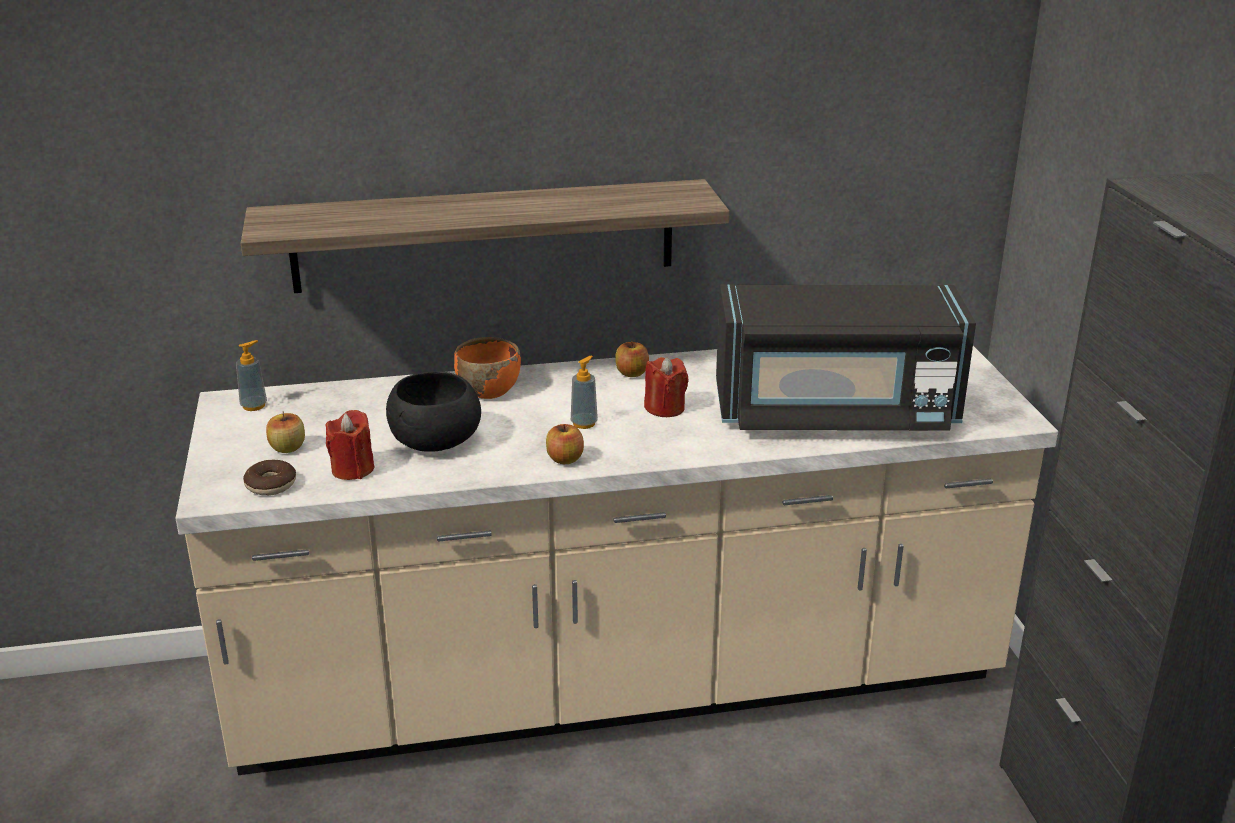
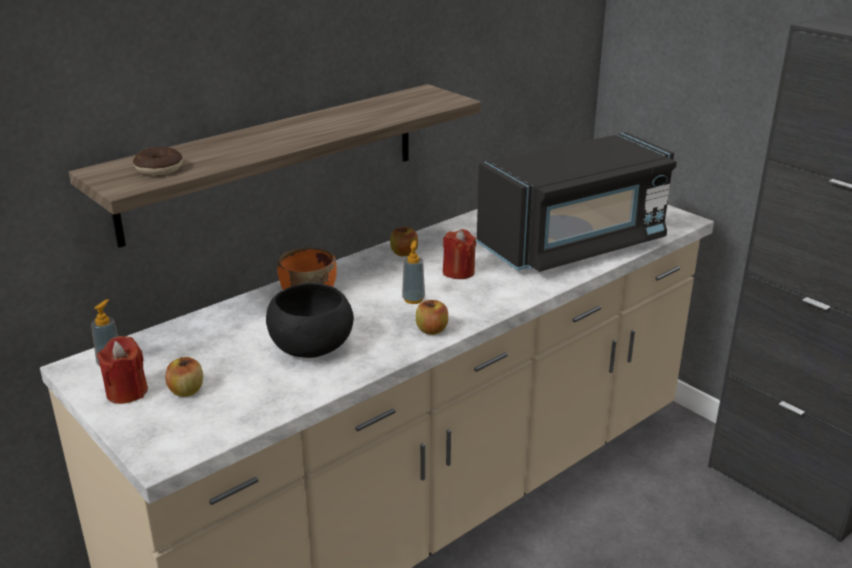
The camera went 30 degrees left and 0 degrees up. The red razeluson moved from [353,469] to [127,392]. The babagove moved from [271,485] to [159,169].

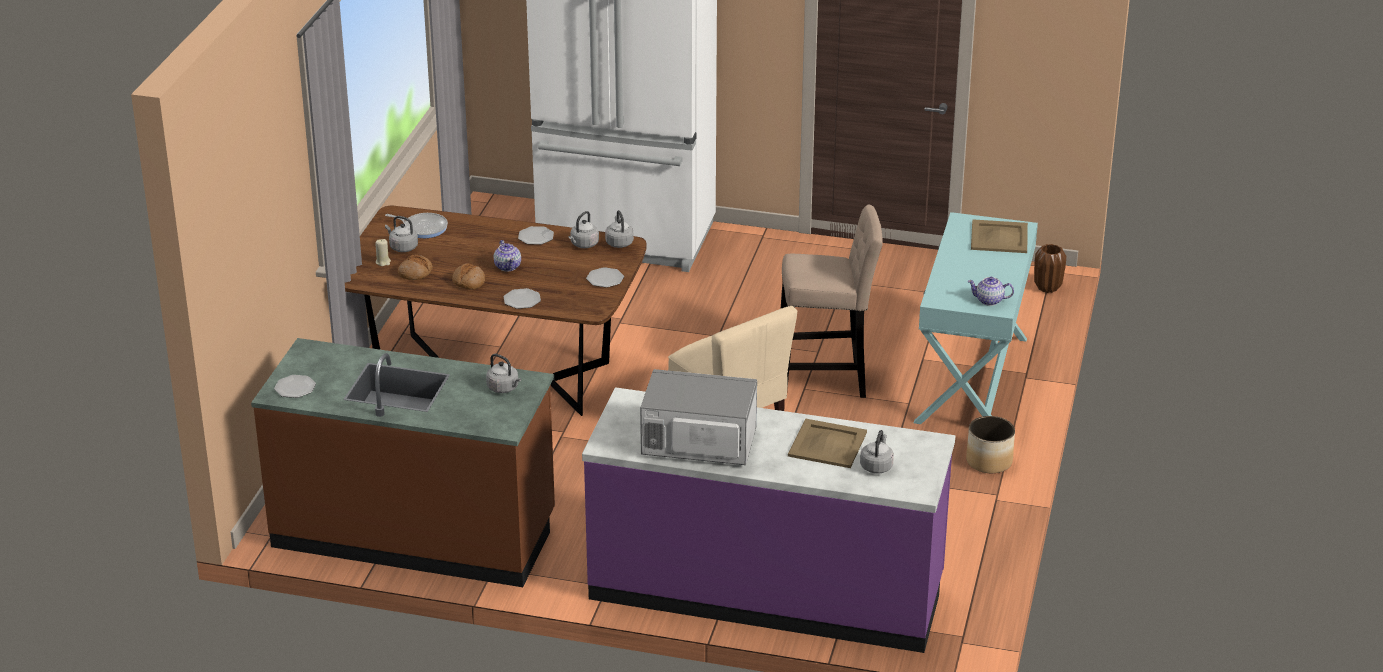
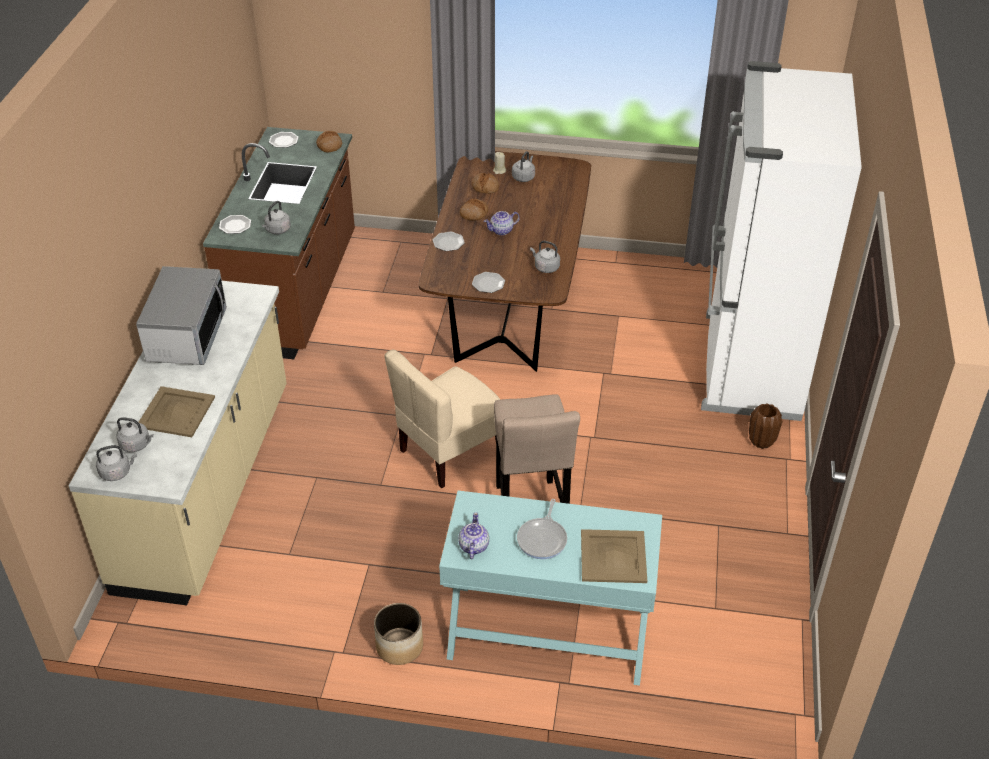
The camera went 85 degrees right and 10 degrees up. The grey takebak moved from [619,242] to [117,472]. The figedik moved from [423,228] to [543,539]. The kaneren moved from [536,237] to [235,226]. The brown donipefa moved from [1047,288] to [761,441]. The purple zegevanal at [766,590] became the beige zegevanal at [207,488]. The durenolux at [329,145] appeared.

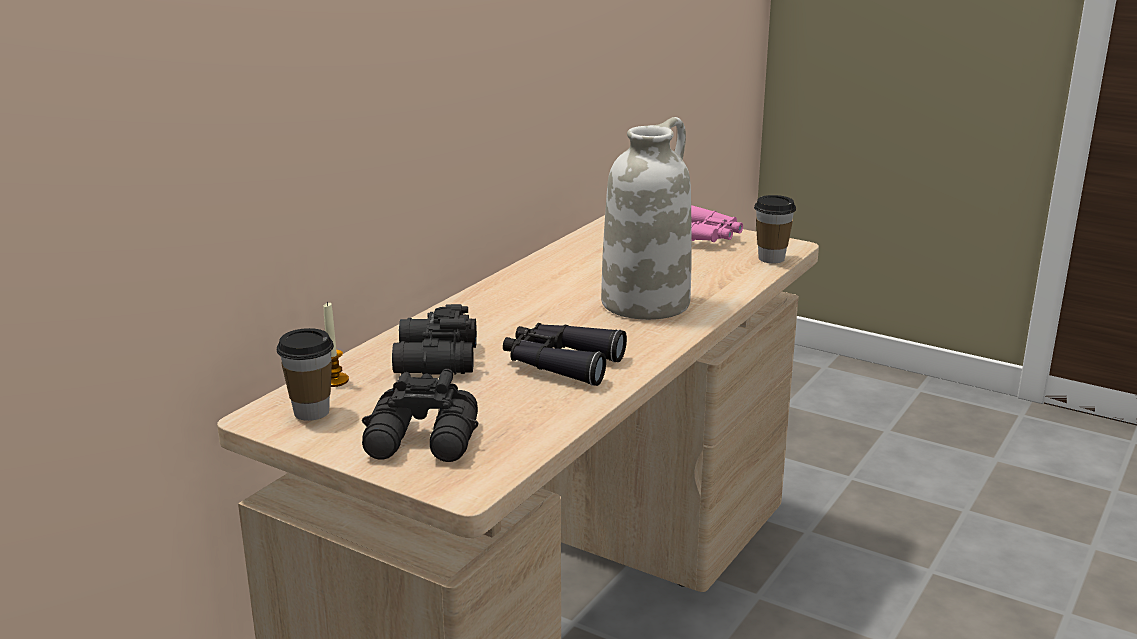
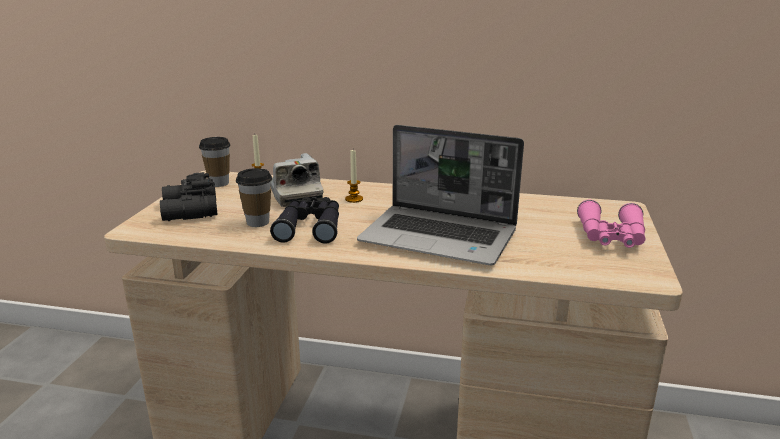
The camera went 70 degrees right and 0 degrees up. The white donipefa at [645,302] was replaced by the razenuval at [441,237]. The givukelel moved from [771,258] to [258,222]. The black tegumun at [433,361] was replaced by the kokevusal at [296,196]. The razeluson at [354,199] appeared.

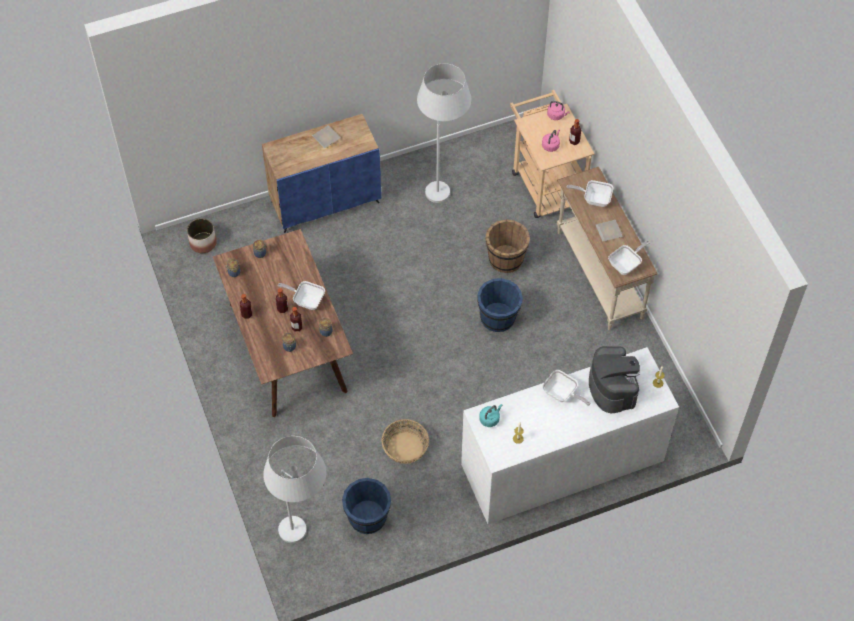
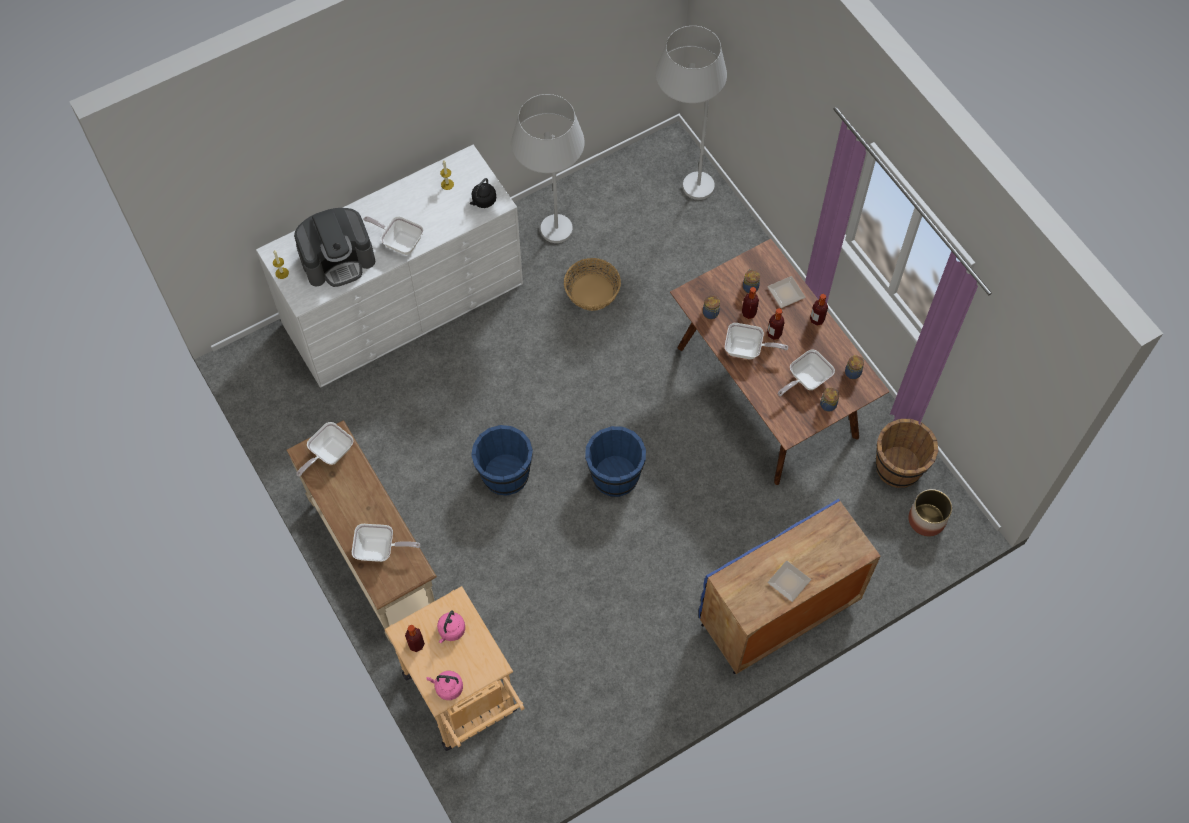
The camera went 170 degrees right and 5 degrees up. The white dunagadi moved from [442,182] to [552,244]. The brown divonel moved from [506,258] to [898,468]. The kaneren moved from [608,232] to [786,292]. The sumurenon at [612,387] turned 90 degrees counterclockwise. The turquoise takebak at [490,419] became the black takebak at [483,201]. The blue divonel moved from [367,518] to [615,475]. The figedik at [805,380] appeared.

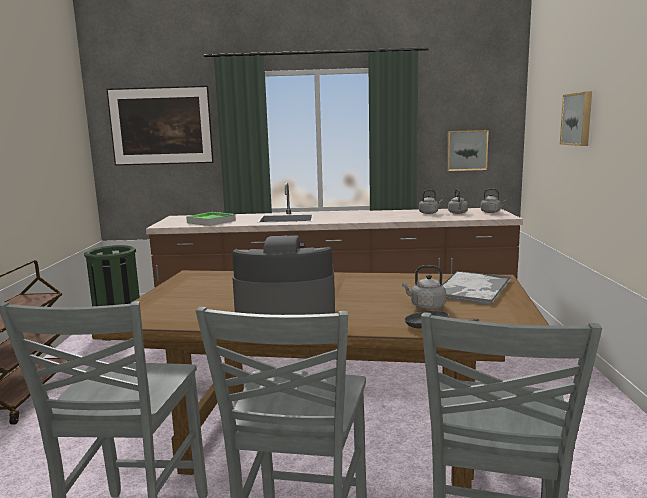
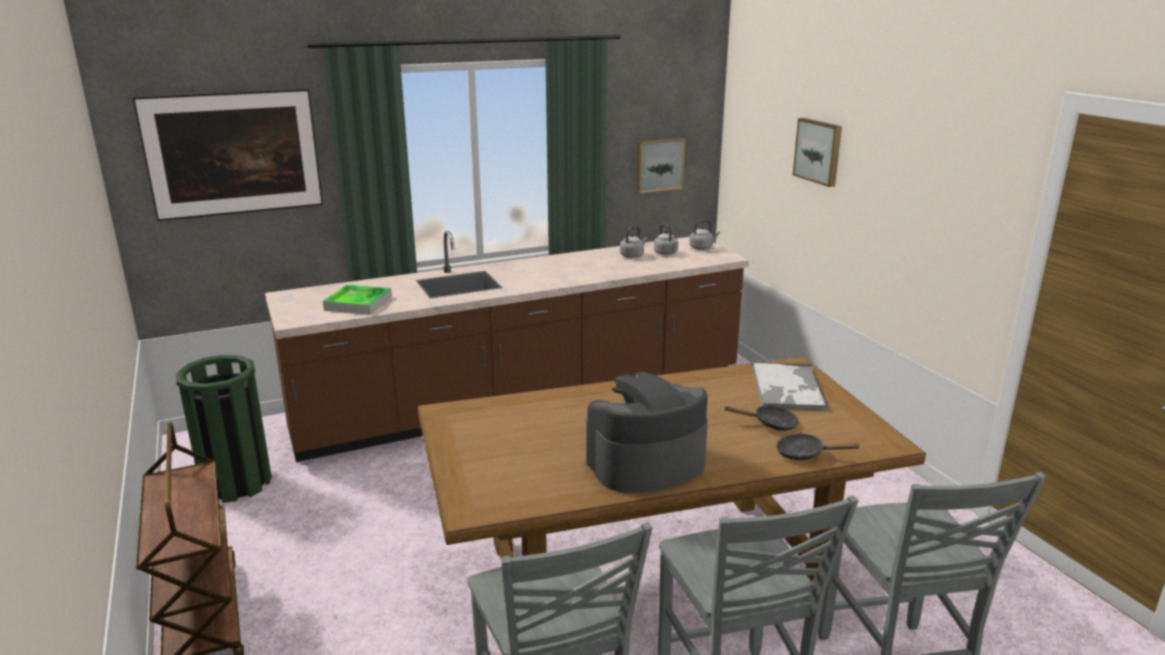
The camera went 25 degrees left and 10 degrees up. The grey takebak at [426,306] was replaced by the black figedik at [770,424].

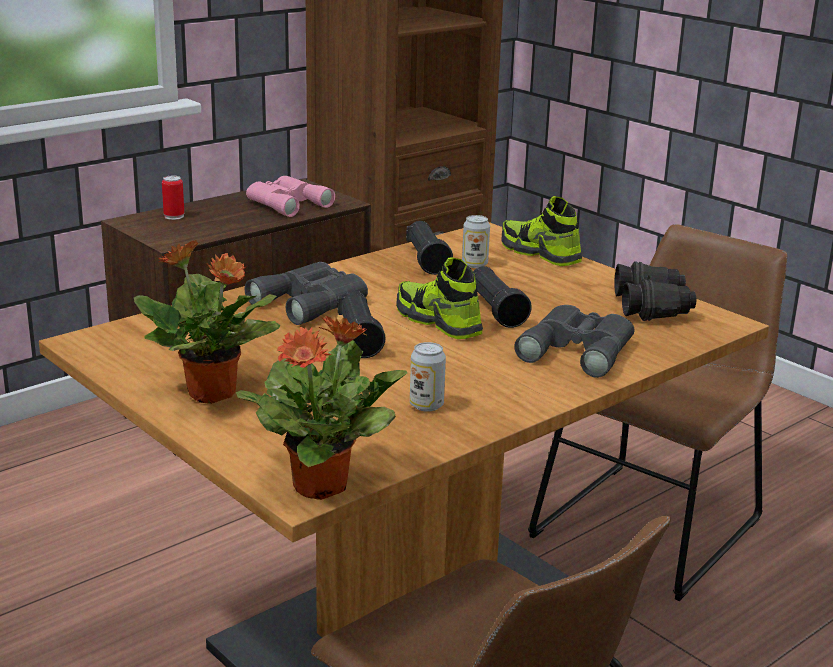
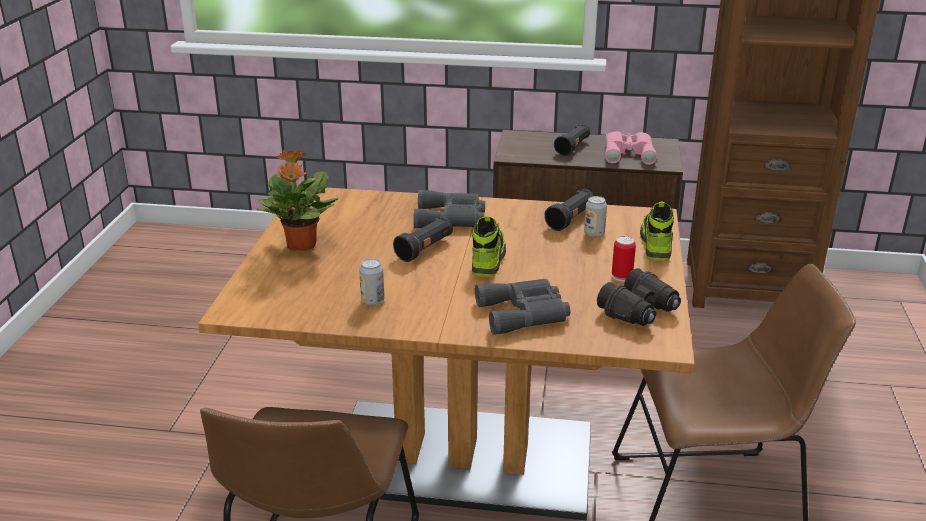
The camera went 50 degrees right and 5 degrees up. The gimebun moved from [174,216] to [622,276]. The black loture moved from [496,311] to [572,147]. The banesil at [322,485] disappeared.

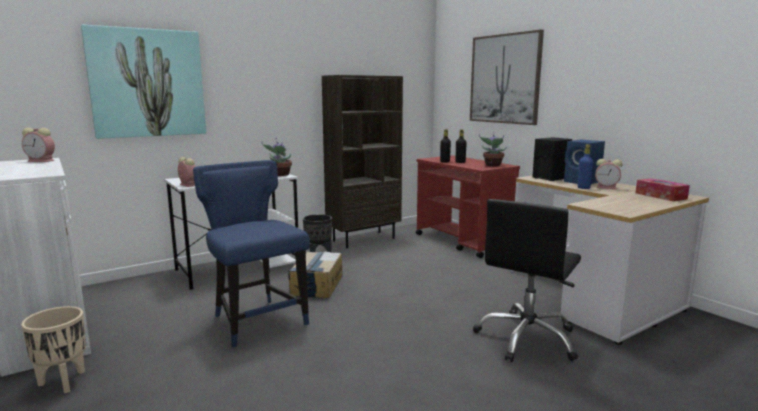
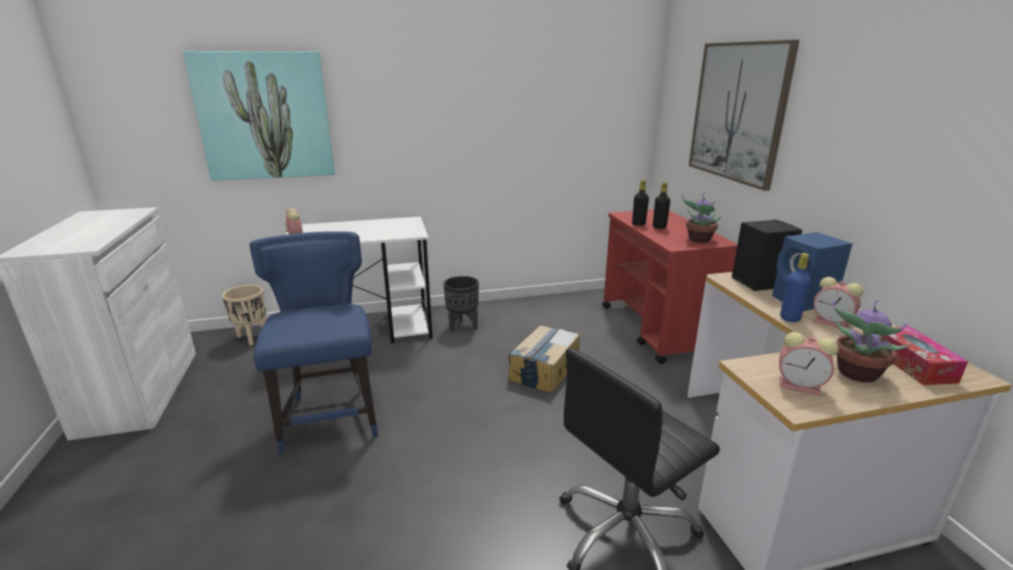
The camera went 20 degrees right and 10 degrees up. The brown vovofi at [364,239] disappeared. The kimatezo moved from [42,161] to [801,386]. The banesil moved from [279,175] to [856,374]. The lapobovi moved from [317,285] to [544,369]. The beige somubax moved from [64,382] to [252,337].

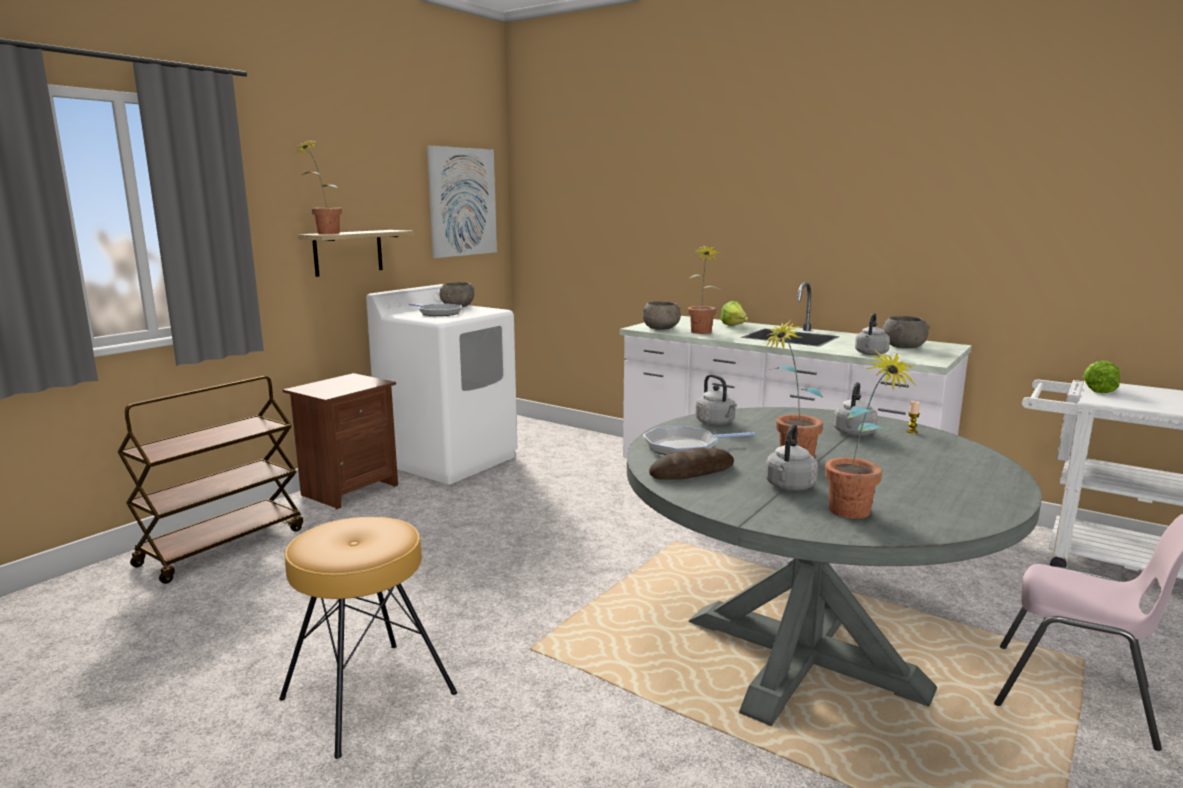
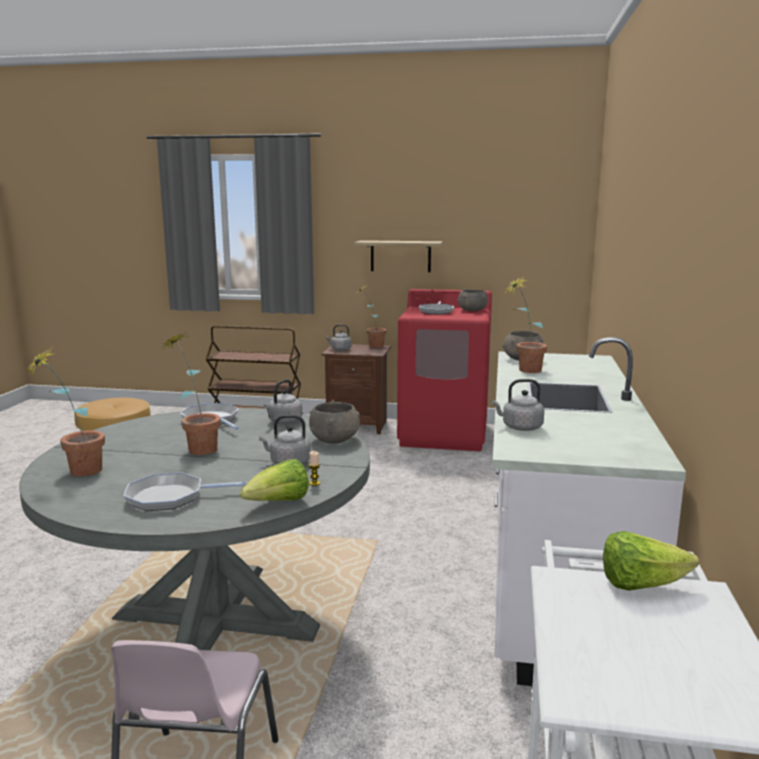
The camera went 65 degrees right and 0 degrees up. The banesil moved from [323,233] to [371,346]. The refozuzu at [463,202] disappeared. The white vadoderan at [449,460] became the red vadoderan at [444,435]. The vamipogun moved from [735,327] to [279,503]. The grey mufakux moved from [903,346] to [335,439]. The grey takebak moved from [789,487] to [339,349]. The durenolux at [692,471] disappeared. The figedik at [170,497] appeared.

